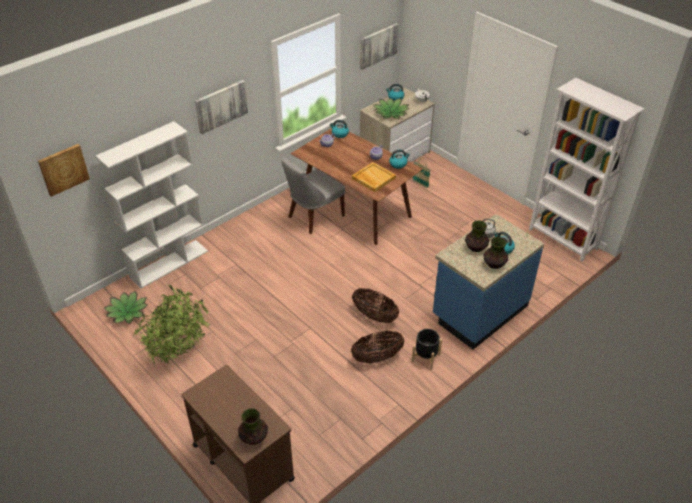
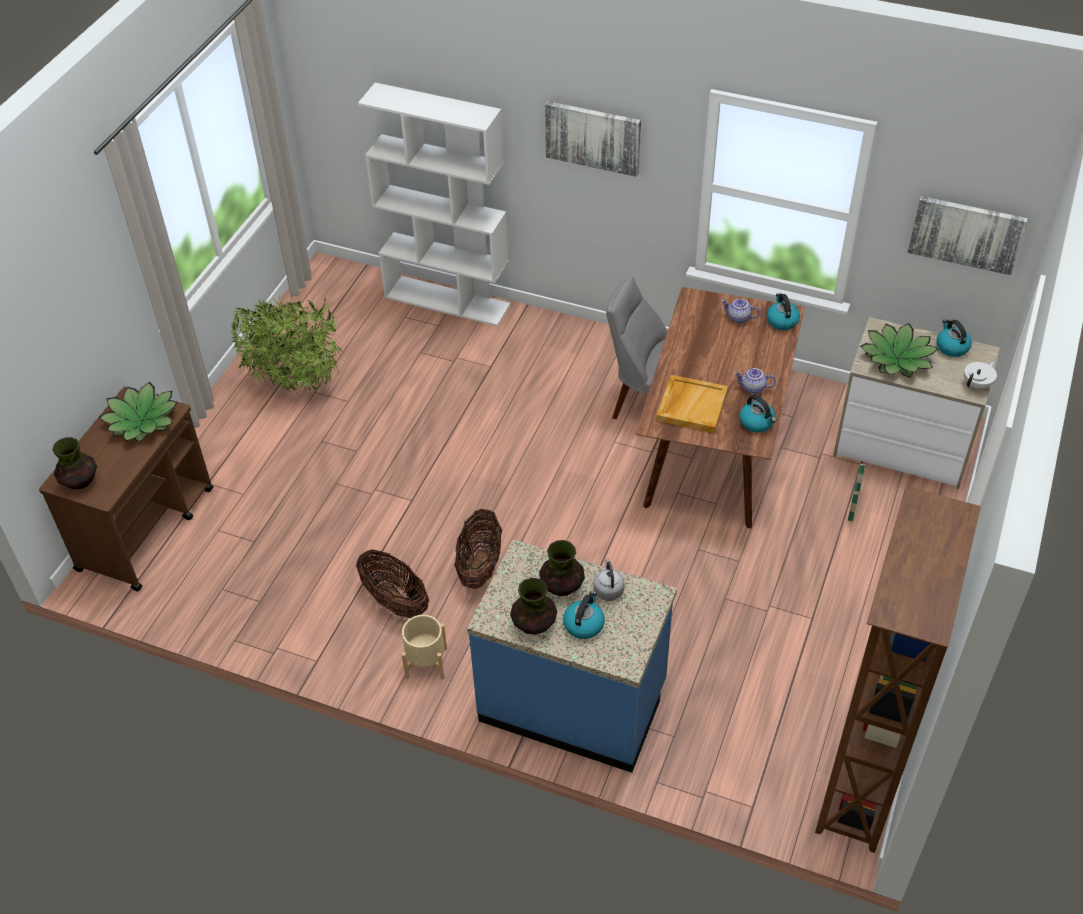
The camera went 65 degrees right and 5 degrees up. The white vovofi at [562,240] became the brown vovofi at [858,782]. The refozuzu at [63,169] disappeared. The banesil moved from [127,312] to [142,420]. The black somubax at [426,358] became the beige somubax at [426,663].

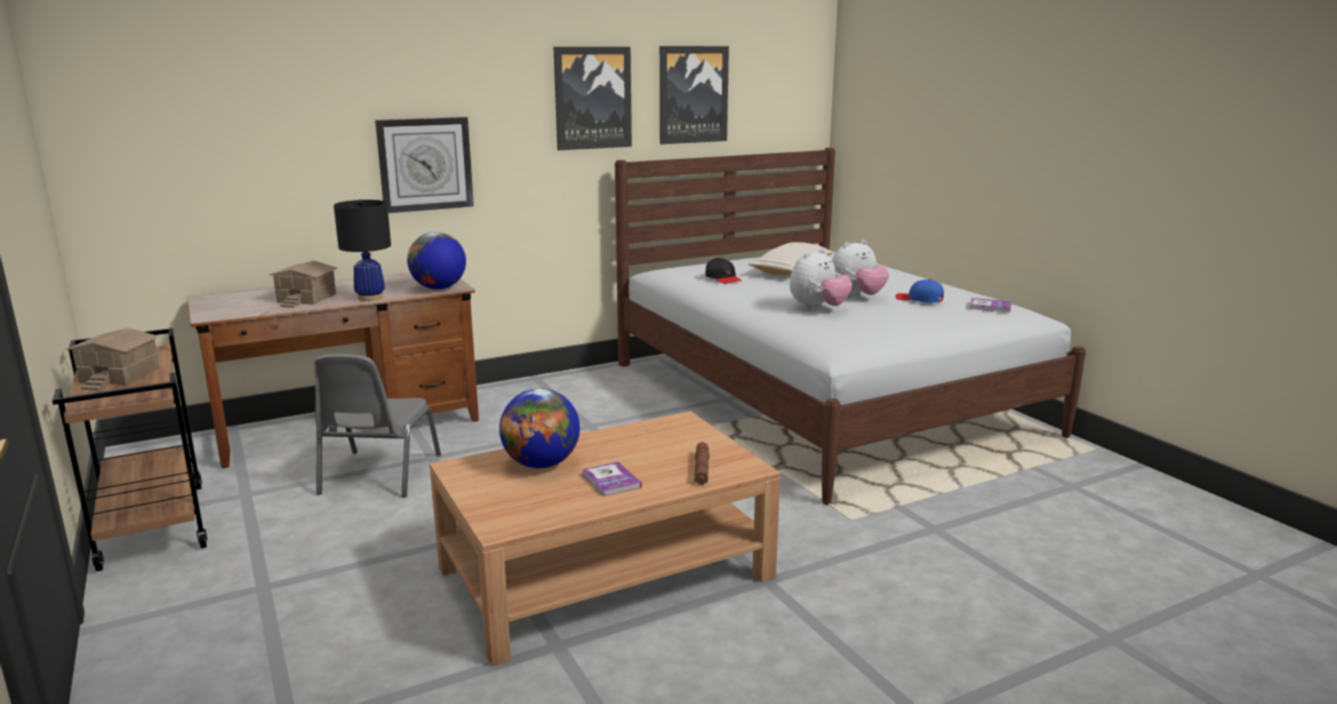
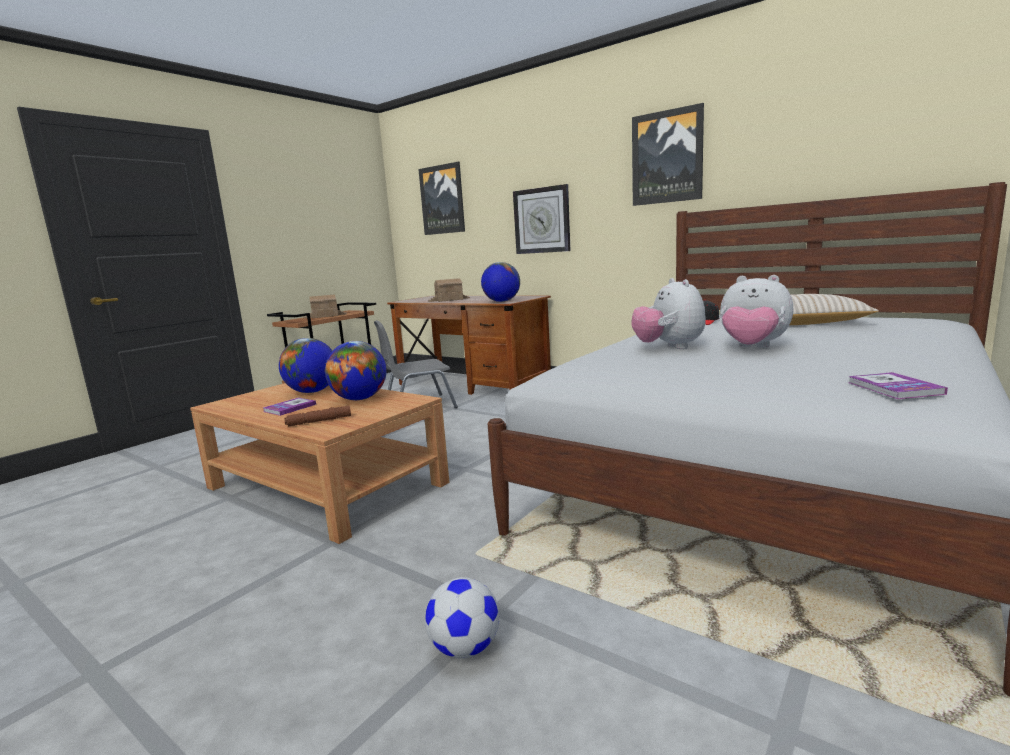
The camera went 65 degrees right and 5 degrees down. The refozuzu moved from [693,94] to [442,199]. The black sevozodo at [370,297] disappeared. The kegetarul at [818,308] turned 60 degrees clockwise. The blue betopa at [919,299] disappeared. The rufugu at [359,399] appeared. The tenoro at [465,648] appeared.

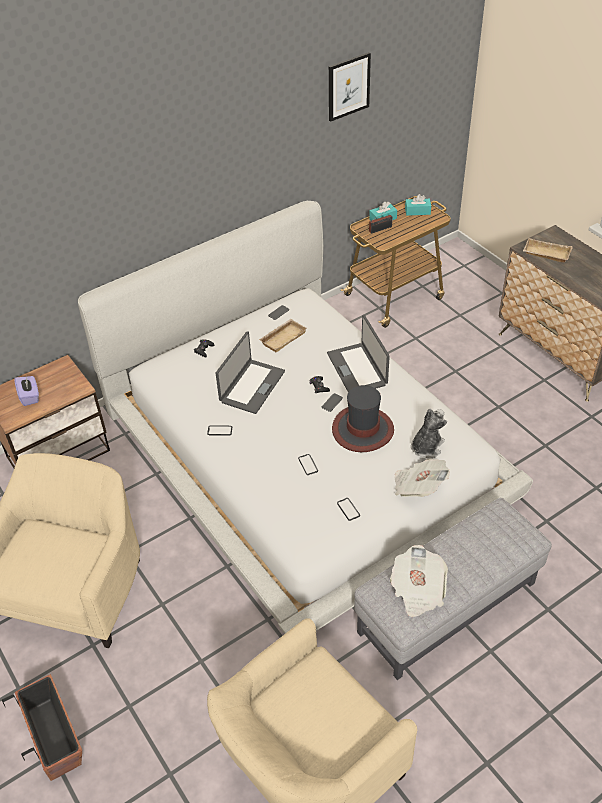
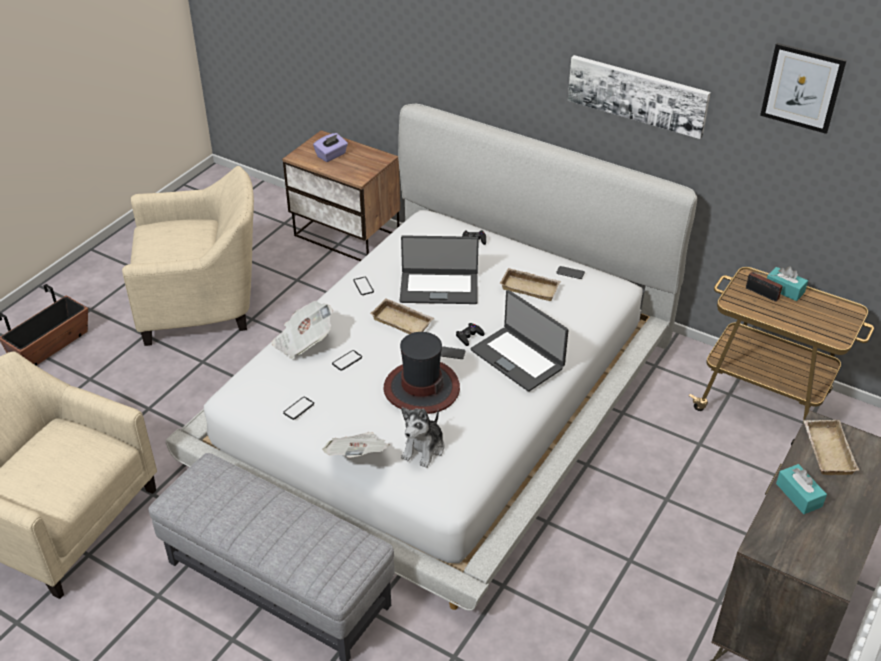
The camera went 65 degrees right and 5 degrees down. The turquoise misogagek moved from [417,211] to [798,495]. The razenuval at [357,369] turned 90 degrees counterclockwise. The kegetarul at [426,447] turned 105 degrees clockwise. The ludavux moved from [418,590] to [303,342]. The refozuzu at [637,95] appeared. The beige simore at [403,321] appeared.

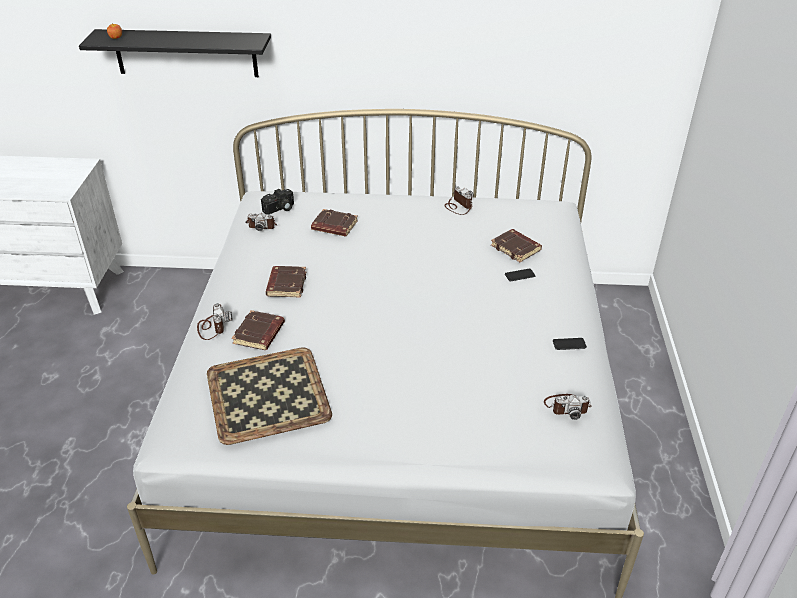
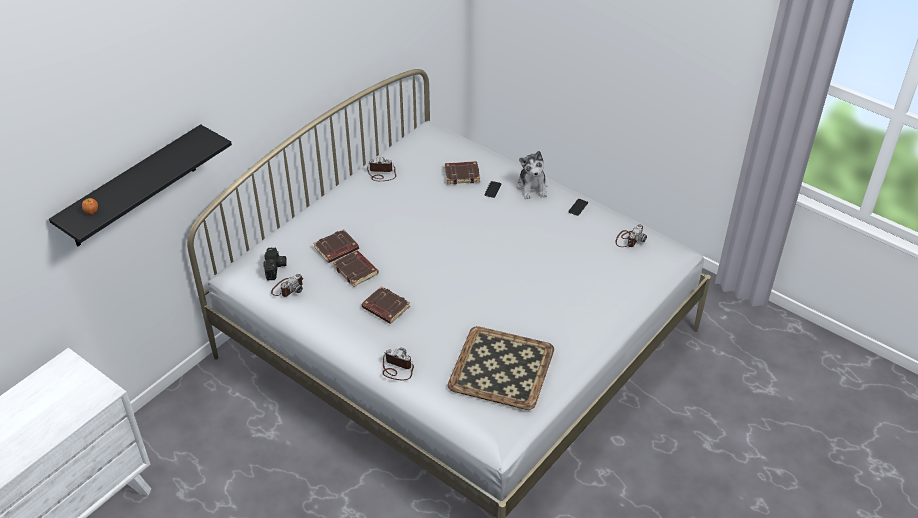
The camera went 55 degrees left and 5 degrees up. The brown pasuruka moved from [259,334] to [356,271]. The kegetarul at [532,187] appeared.

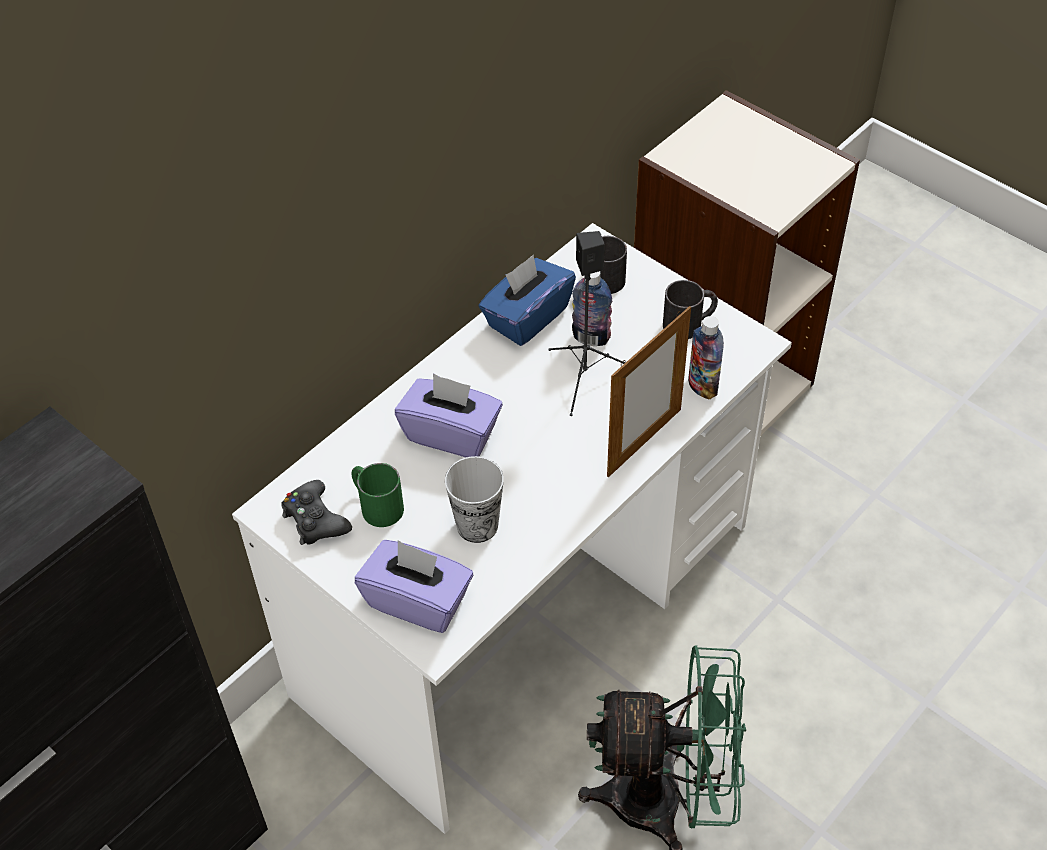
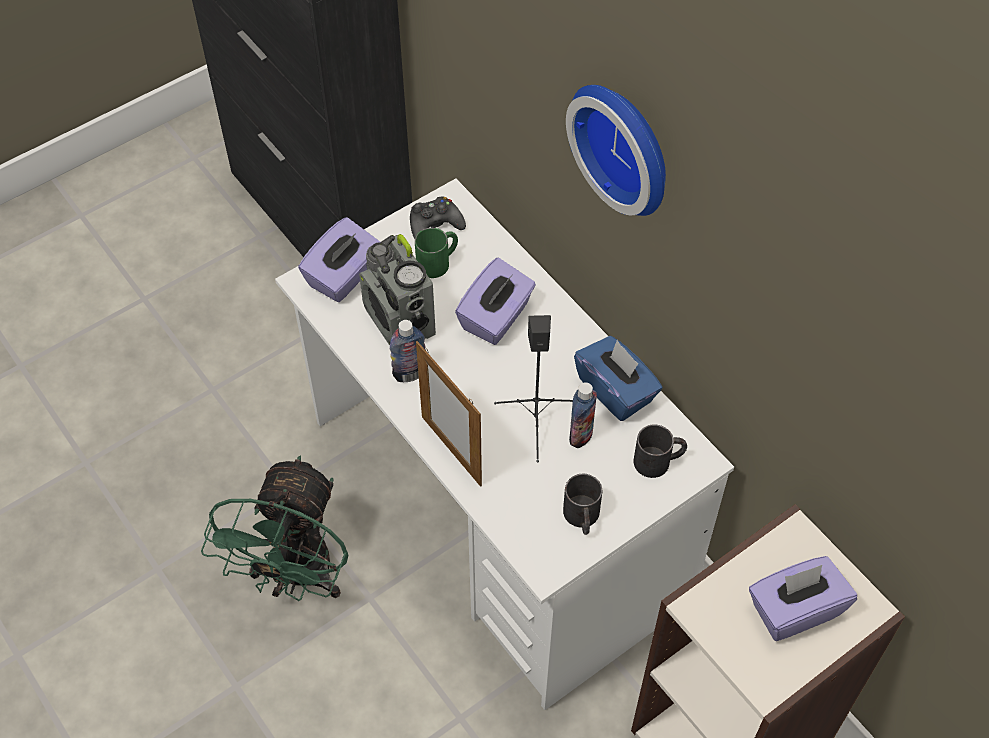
The camera went 100 degrees right and 5 degrees up. The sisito moved from [702,387] to [409,373]. The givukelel at [477,525] was replaced by the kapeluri at [400,321]. The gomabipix at [626,145] appeared. The purple misogagek at [795,609] appeared.

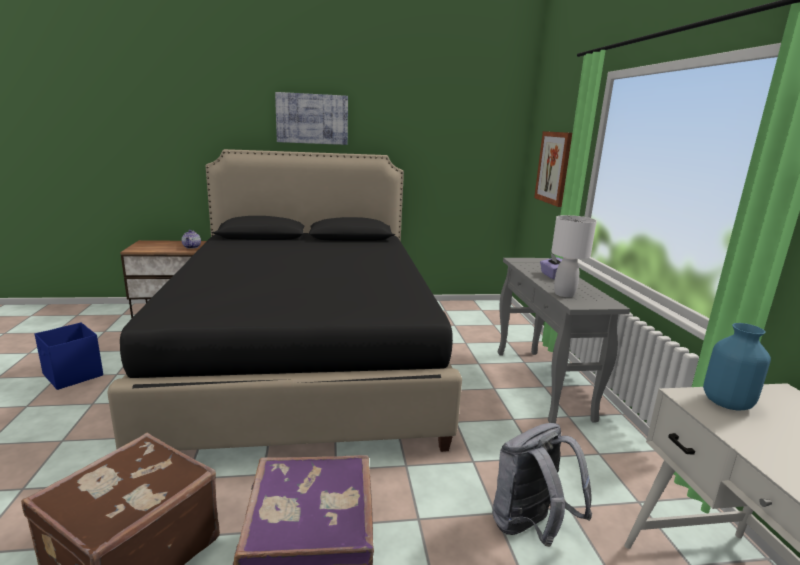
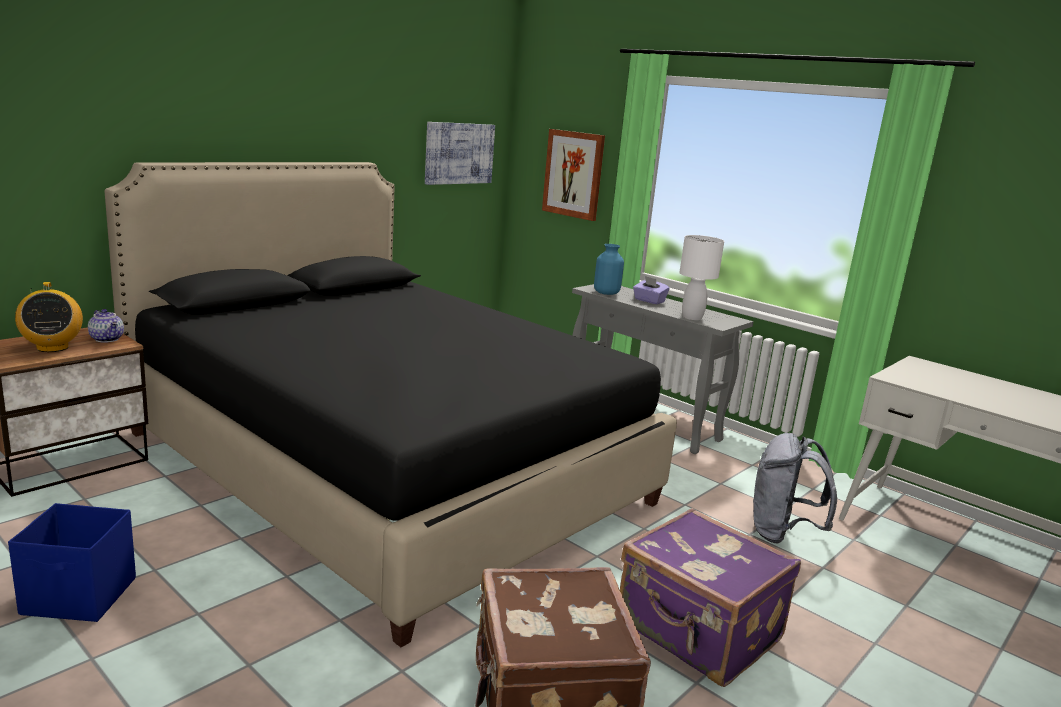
The camera went 40 degrees left and 0 degrees up. The refozuzu moved from [312,119] to [459,153]. The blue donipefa moved from [727,403] to [606,293]. The kapeluri at [52,347] appeared.

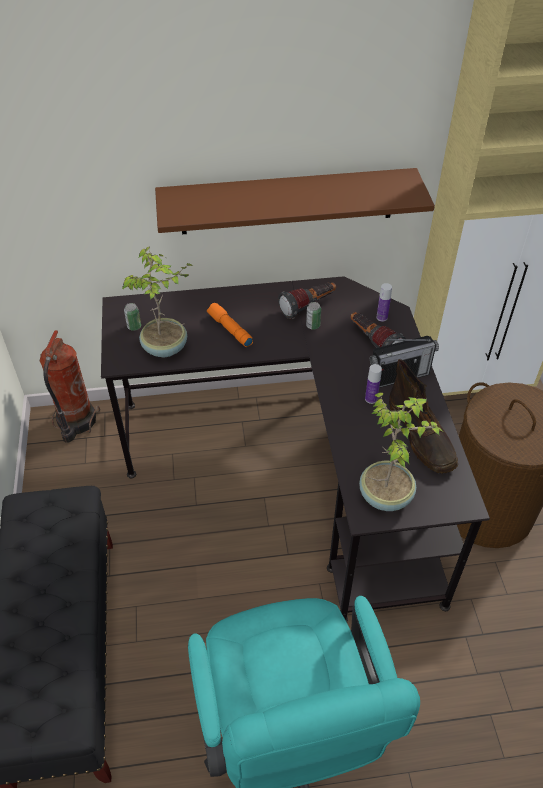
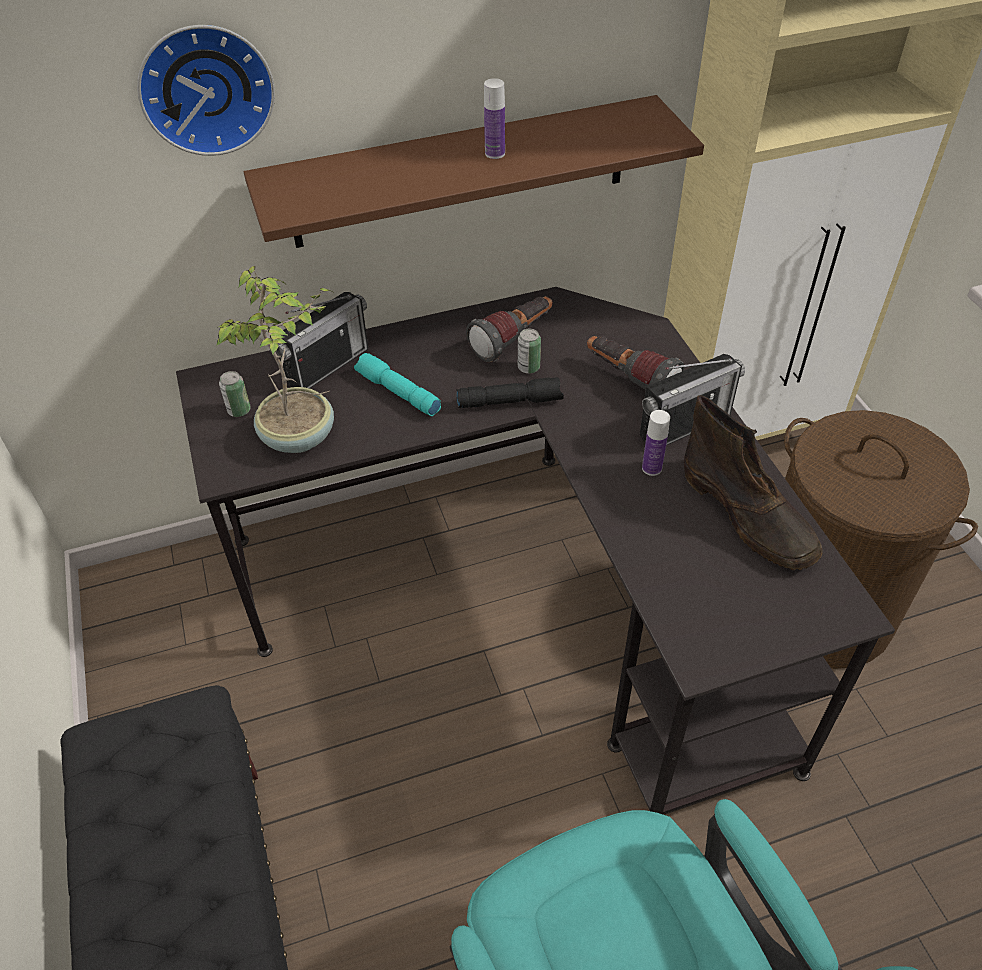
The camera went 10 degrees left and 0 degrees up. The sisito moved from [382,317] to [495,153]. The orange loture at [229,329] became the turquoise loture at [397,392]. The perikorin at [75,422] disappeared. The banesil at [386,495] disappeared. The gomabipix at [206,88] appeared. The kapeluri at [328,366] appeared. The black loture at [510,401] appeared.

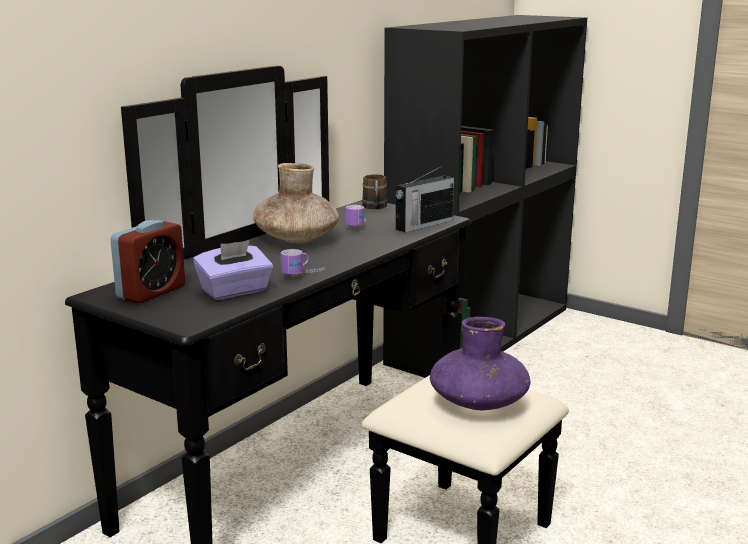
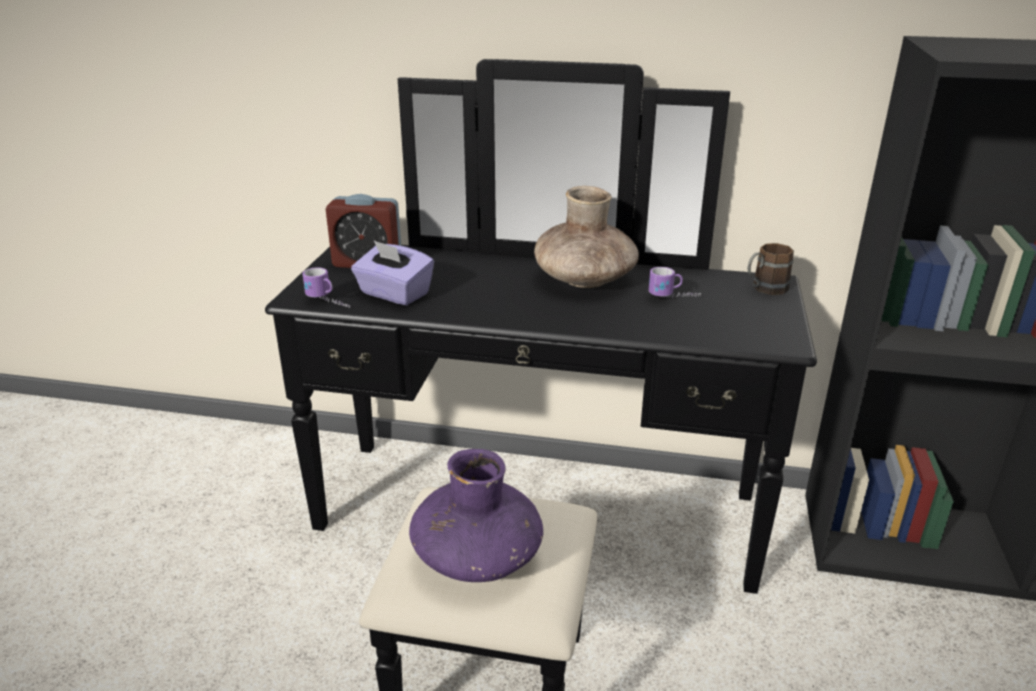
The camera went 65 degrees right and 10 degrees up. The kapeluri at [423,225] disappeared. The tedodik moved from [304,275] to [329,303].

